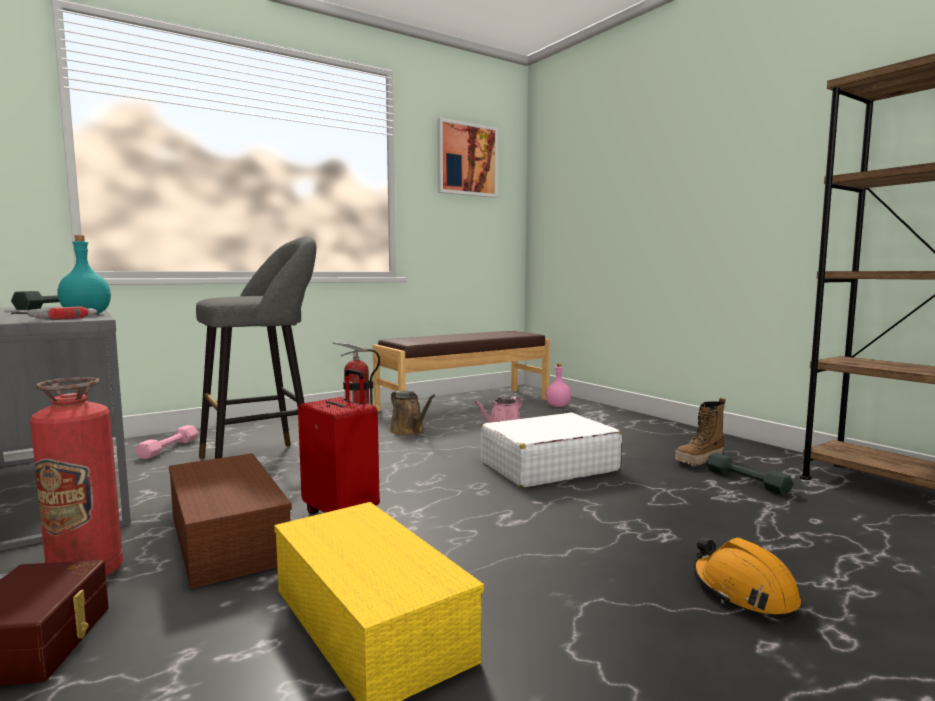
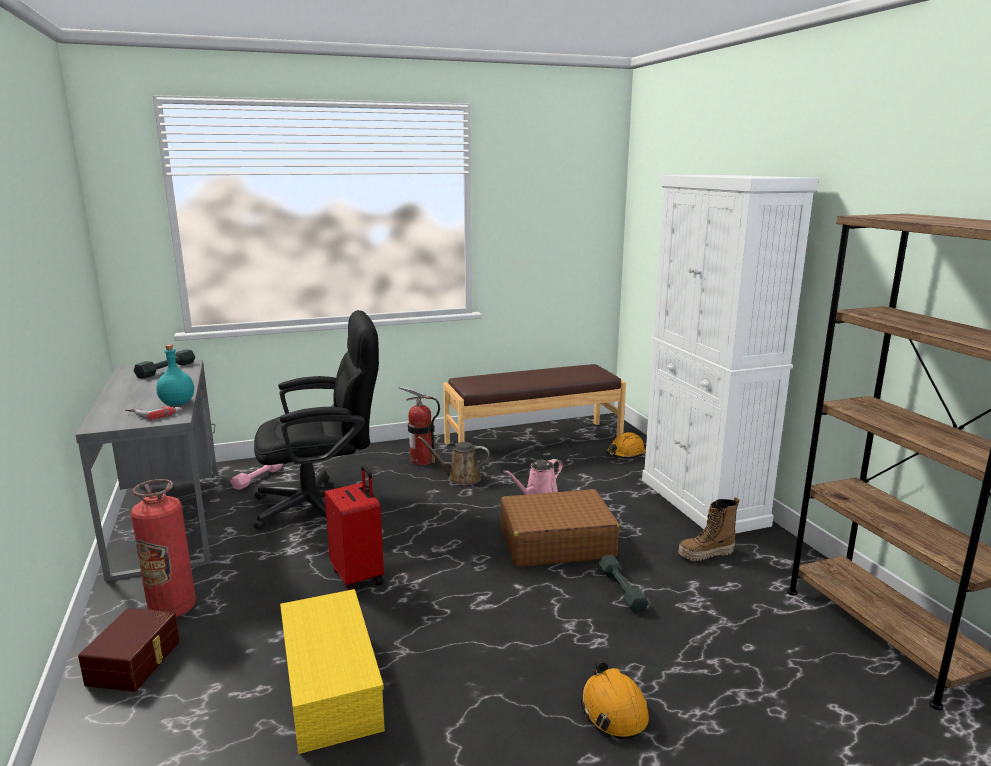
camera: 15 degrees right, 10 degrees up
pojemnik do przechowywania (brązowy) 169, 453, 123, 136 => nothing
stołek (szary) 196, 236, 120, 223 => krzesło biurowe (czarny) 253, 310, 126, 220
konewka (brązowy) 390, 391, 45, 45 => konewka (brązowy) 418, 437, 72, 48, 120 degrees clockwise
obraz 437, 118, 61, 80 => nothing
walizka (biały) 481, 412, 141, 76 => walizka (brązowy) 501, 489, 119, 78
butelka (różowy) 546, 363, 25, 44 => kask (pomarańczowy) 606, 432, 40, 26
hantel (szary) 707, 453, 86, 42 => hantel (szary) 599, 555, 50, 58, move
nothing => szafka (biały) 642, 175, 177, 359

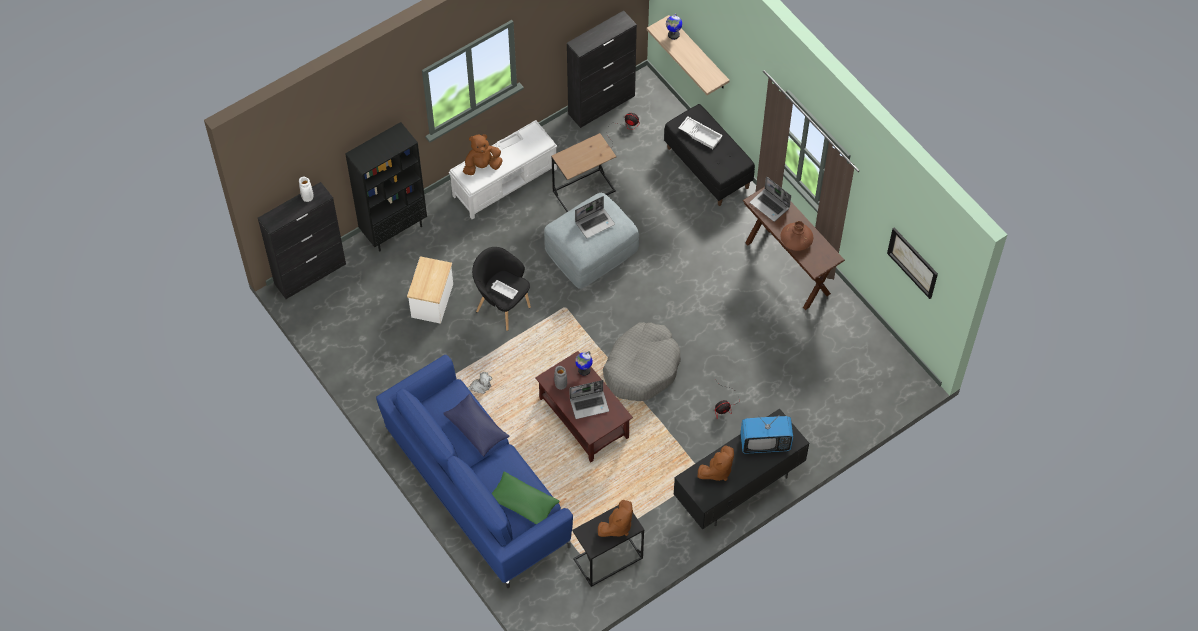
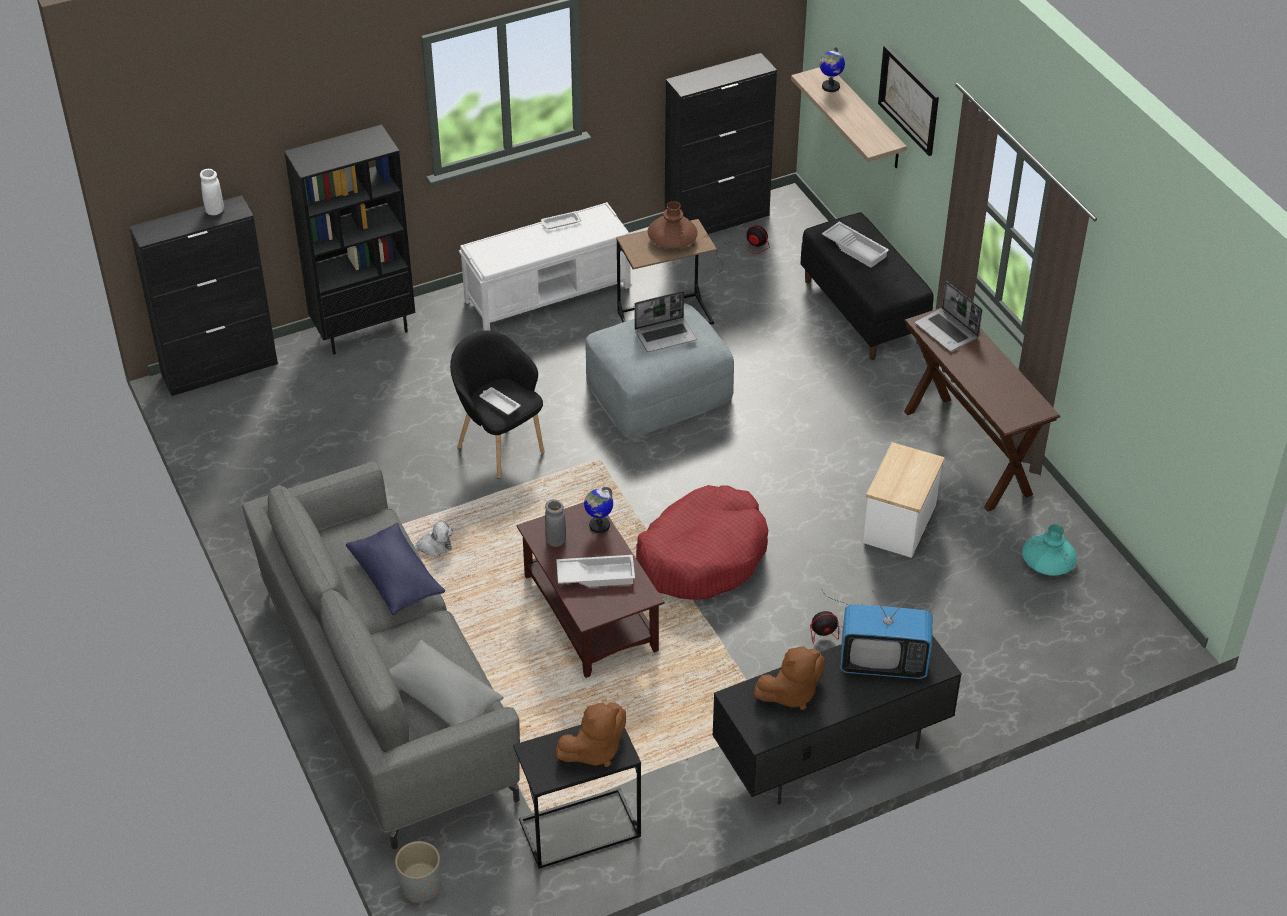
camera: 10 degrees right, 15 degrees down
kanapa (niebieski) 376, 355, 197, 233 => kanapa (szary) 242, 462, 278, 387
stolik 407, 256, 46, 68 => stolik 863, 442, 82, 116, move
pluszak (brązowy) 463, 134, 40, 41 => nothing
poduszka (zielony) 491, 471, 69, 53 => poduszka (szary) 389, 640, 115, 86
laptop 569, 380, 40, 39 => taca (biały) 556, 555, 79, 32
legowisko (szary) 603, 322, 78, 79 => legowisko (czerwony) 636, 485, 132, 115
wazon (brązowy) 781, 221, 32, 30 => wazon (brązowy) 648, 201, 50, 48, move
obraz 887, 227, 51, 72 => obraz 878, 45, 61, 111, move
nothing => donica (szary) 395, 841, 46, 62
nothing => wazon (turkusowy) 1022, 524, 55, 52

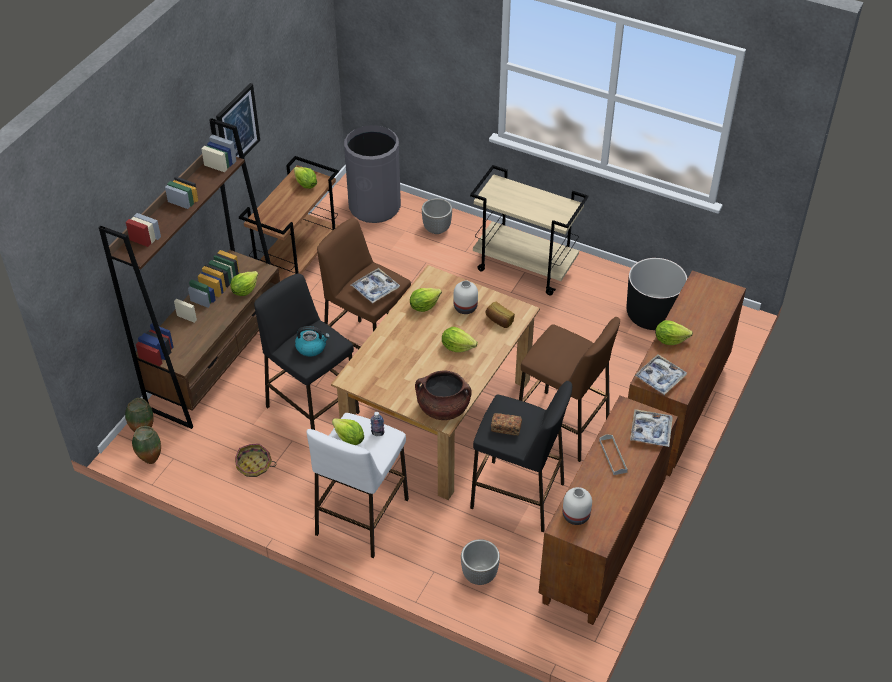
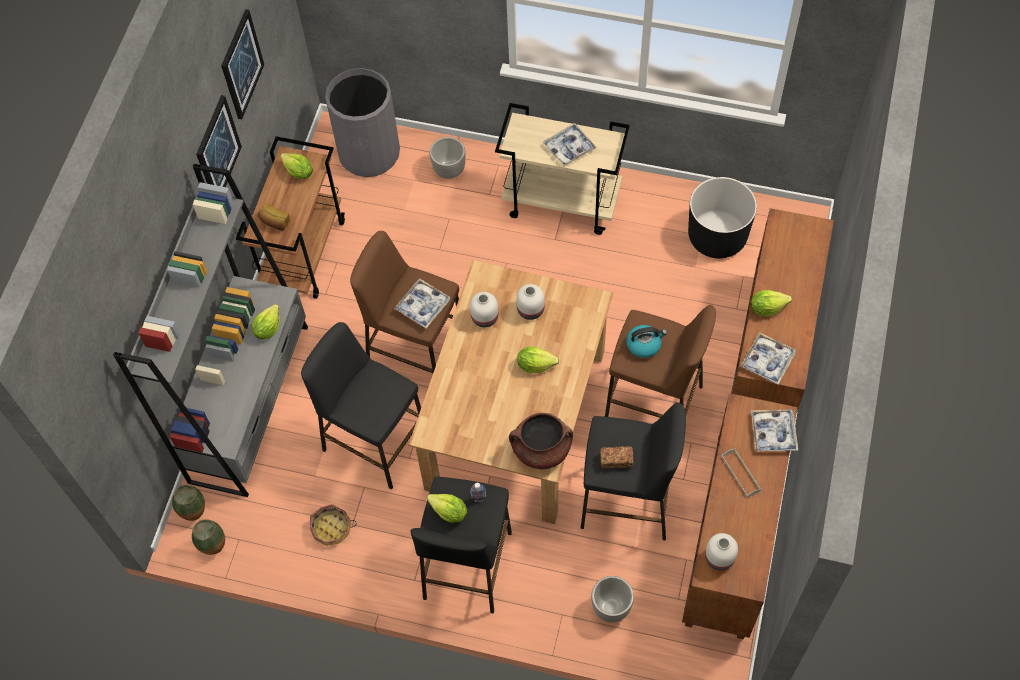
camera: 10 degrees left, 15 degrees up
regał (brązowy) 99, 118, 181, 311 => regał (szary) 113, 164, 195, 333
czajnik 295, 326, 35, 31 => czajnik 626, 325, 41, 33, move
stołek (biały) 307, 413, 102, 145 => stołek (czarny) 411, 477, 101, 137
sałata 410, 288, 32, 24 => wazon (biały) 470, 292, 28, 35
chleb 486, 302, 29, 26 => chleb 258, 203, 32, 28, move
nothing => obraz 221, 9, 43, 110
nothing => taca 543, 123, 53, 44

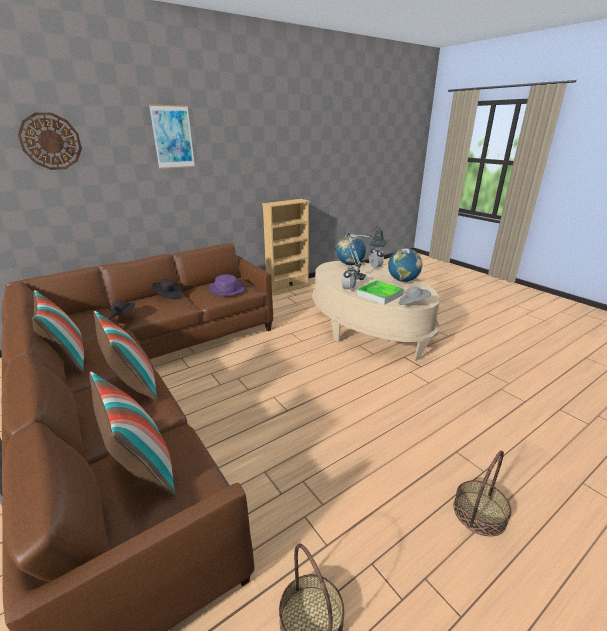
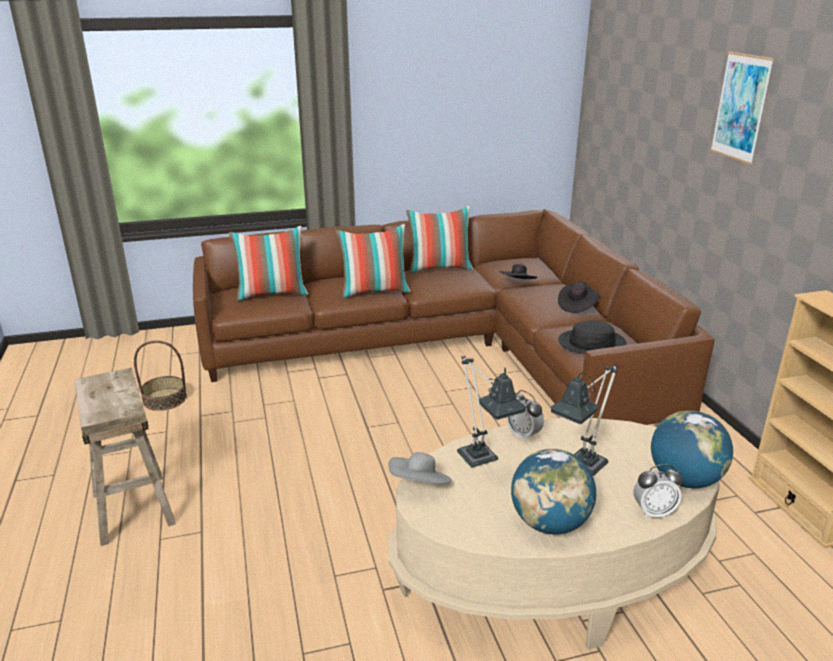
camera: 110 degrees right, 0 degrees up
zegar ścienny 18, 112, 64, 58 => nothing
kapelusz (fioletowy) 209, 274, 36, 22 => kapelusz (czarny) 558, 320, 69, 34
taca 356, 280, 48, 25 => lampa stołowa 457, 356, 69, 111
koszyk 453, 451, 58, 86 => stołek (beżowy) 74, 368, 102, 178

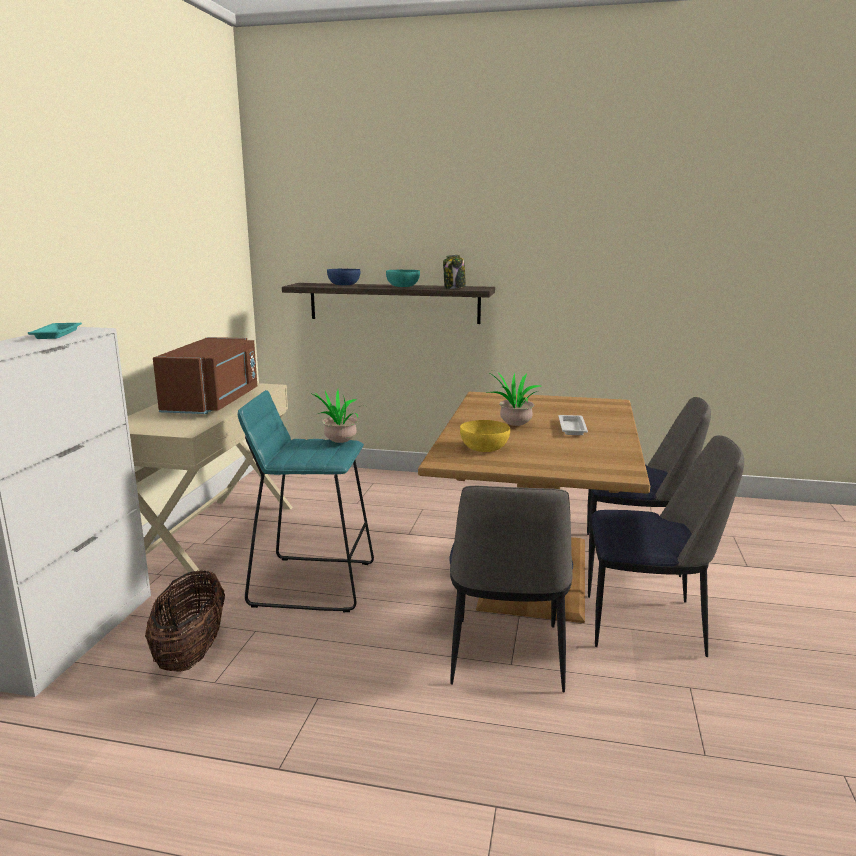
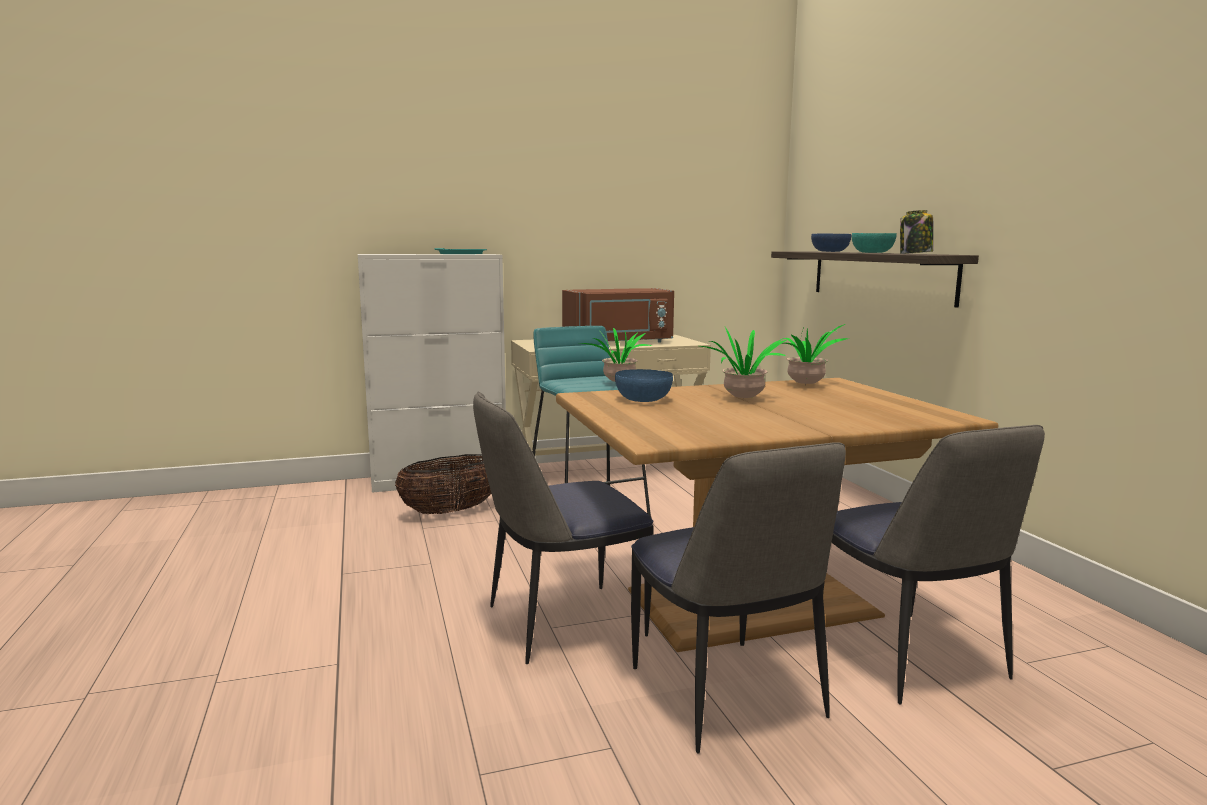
camera: 60 degrees right, 5 degrees down
miska (żółty) 460, 420, 50, 32 => miska (niebieski) 615, 369, 58, 33
taca (biały) 559, 415, 29, 20 => nothing
nothing => roślina doniczkowa 782, 324, 68, 61

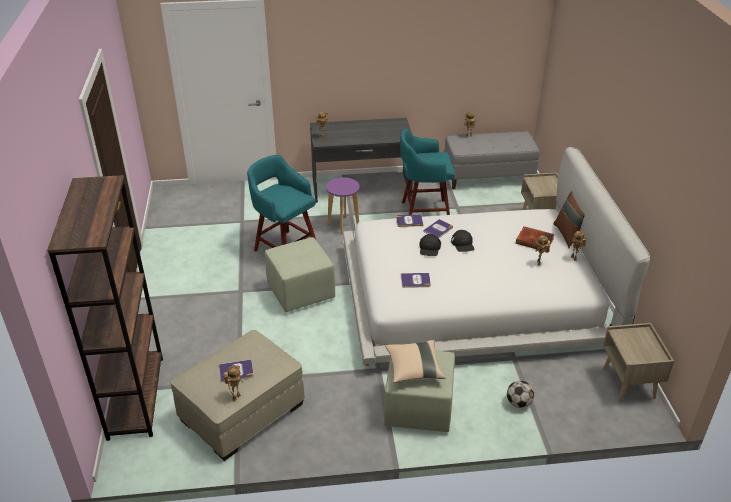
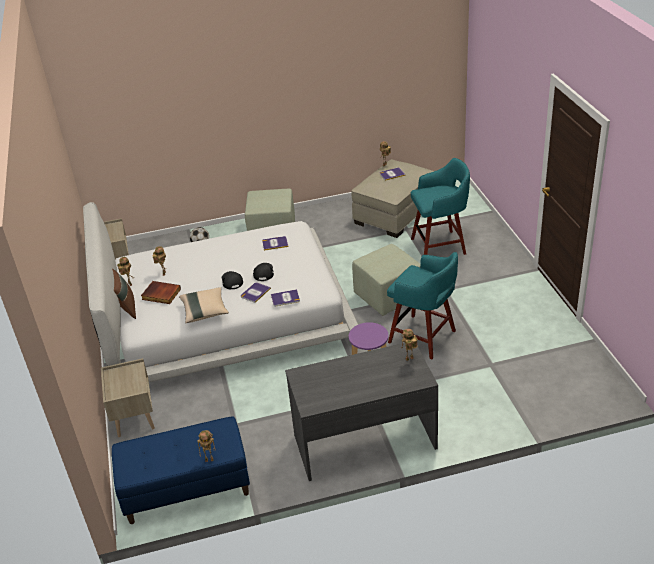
camera: 175 degrees right, 0 degrees up
regał (brązowy) 47, 175, 116, 266 => nothing
poduszka (beżowy) 385, 340, 61, 43 => poduszka (beżowy) 179, 287, 50, 36, move
stołek (turkusowy) 400, 128, 55, 87 => stołek (turkusowy) 411, 158, 59, 97, move
ławka (szary) 444, 131, 96, 58 => ławka (niebieski) 112, 416, 138, 108

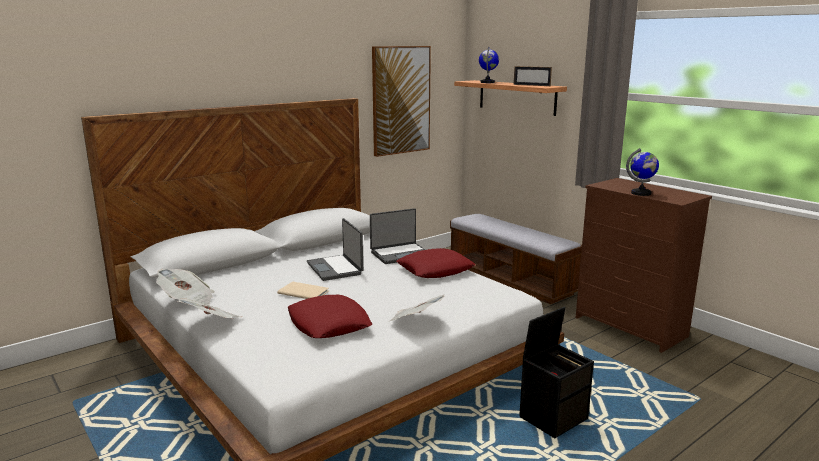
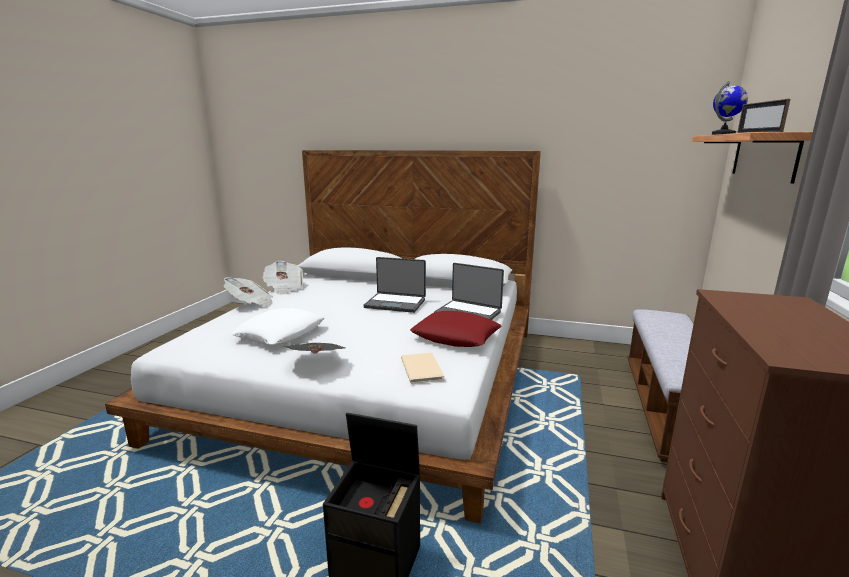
camera: 55 degrees right, 0 degrees up
książka (beżowy) 277, 282, 52, 17 => książka (beżowy) 401, 353, 43, 31, move
poduszka (czerwony) 288, 295, 84, 43 => poduszka (biały) 231, 308, 94, 37
laptop 307, 218, 56, 63 => laptop 363, 257, 63, 56, 105 degrees counterclockwise
obraz 372, 46, 59, 111 => nothing
globus 626, 148, 33, 48 => nothing

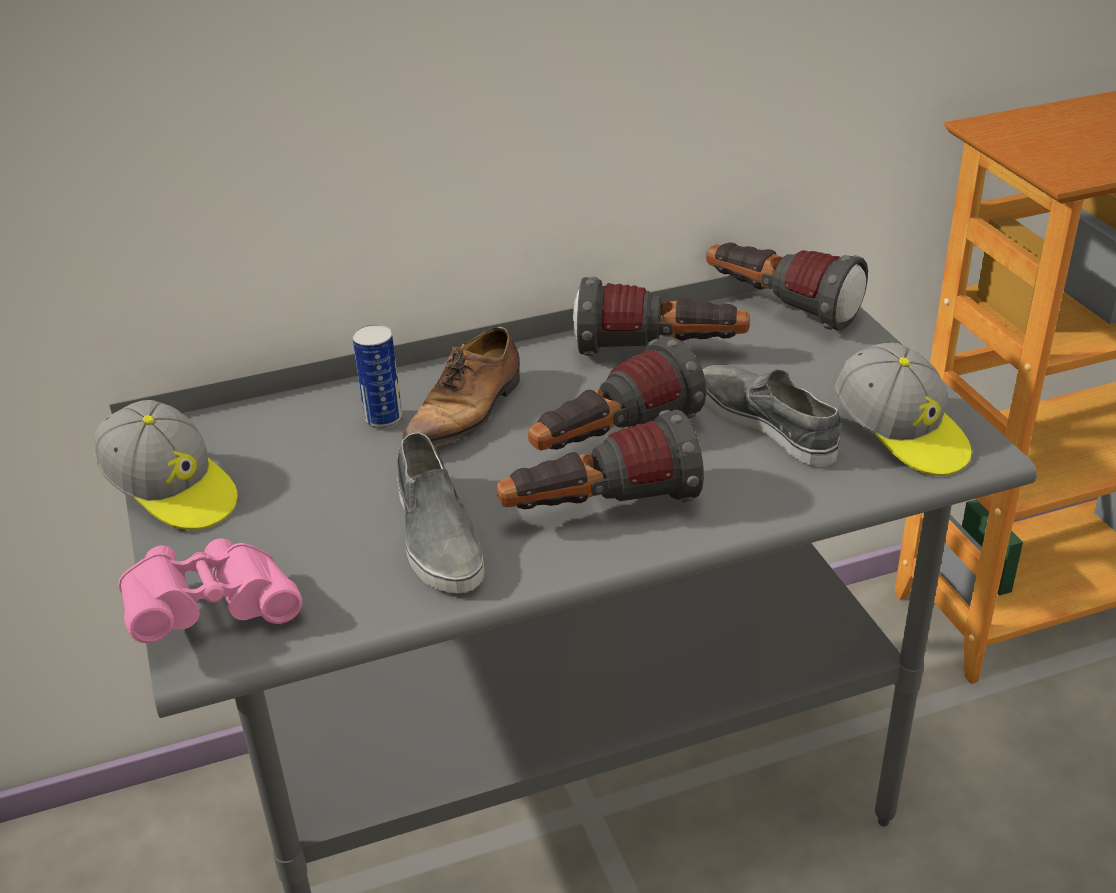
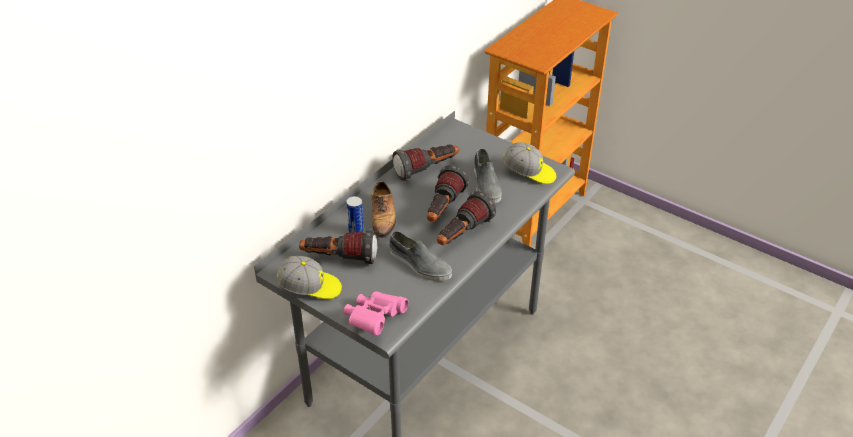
camera: 35 degrees left, 5 degrees up
but (szary) 702, 365, 140, 102 => but (szary) 474, 149, 28, 54, 120 degrees counterclockwise
latarka 706, 242, 162, 89 => latarka 299, 229, 78, 36, move

